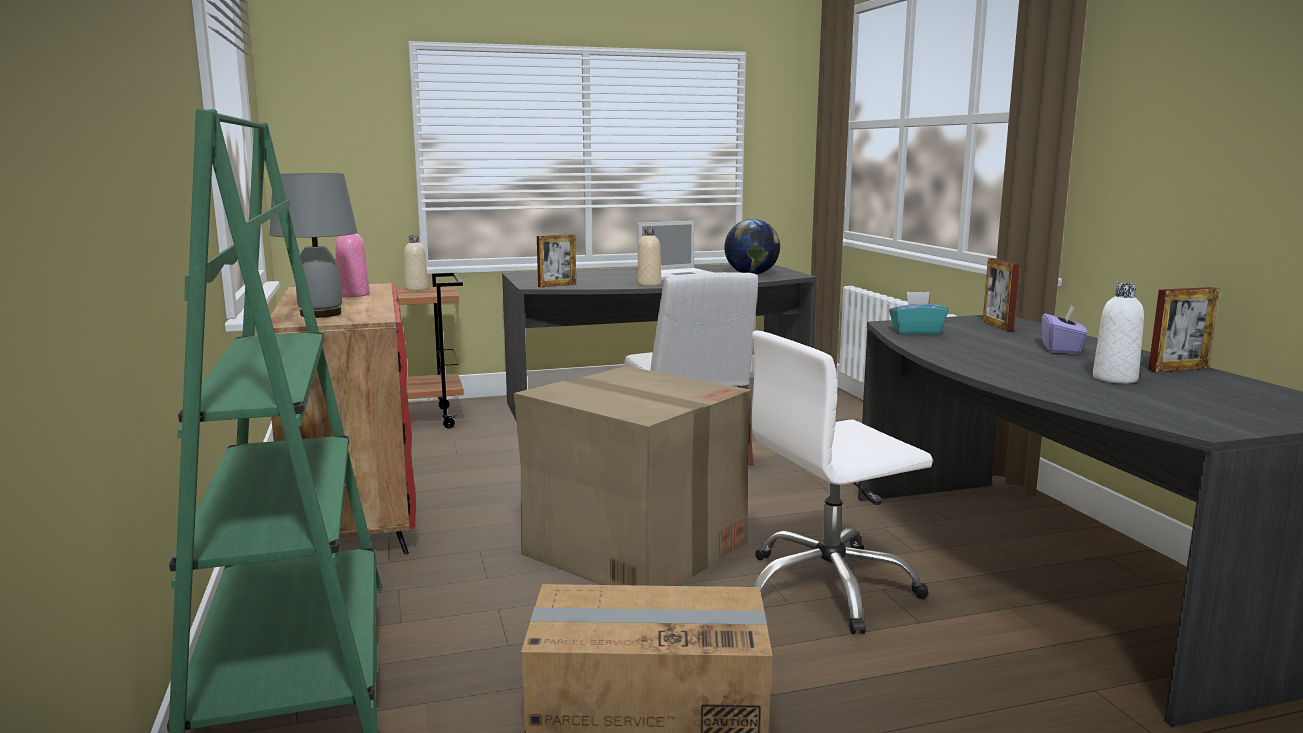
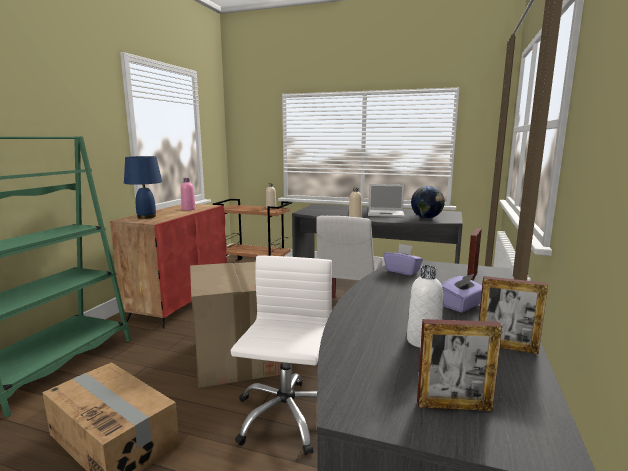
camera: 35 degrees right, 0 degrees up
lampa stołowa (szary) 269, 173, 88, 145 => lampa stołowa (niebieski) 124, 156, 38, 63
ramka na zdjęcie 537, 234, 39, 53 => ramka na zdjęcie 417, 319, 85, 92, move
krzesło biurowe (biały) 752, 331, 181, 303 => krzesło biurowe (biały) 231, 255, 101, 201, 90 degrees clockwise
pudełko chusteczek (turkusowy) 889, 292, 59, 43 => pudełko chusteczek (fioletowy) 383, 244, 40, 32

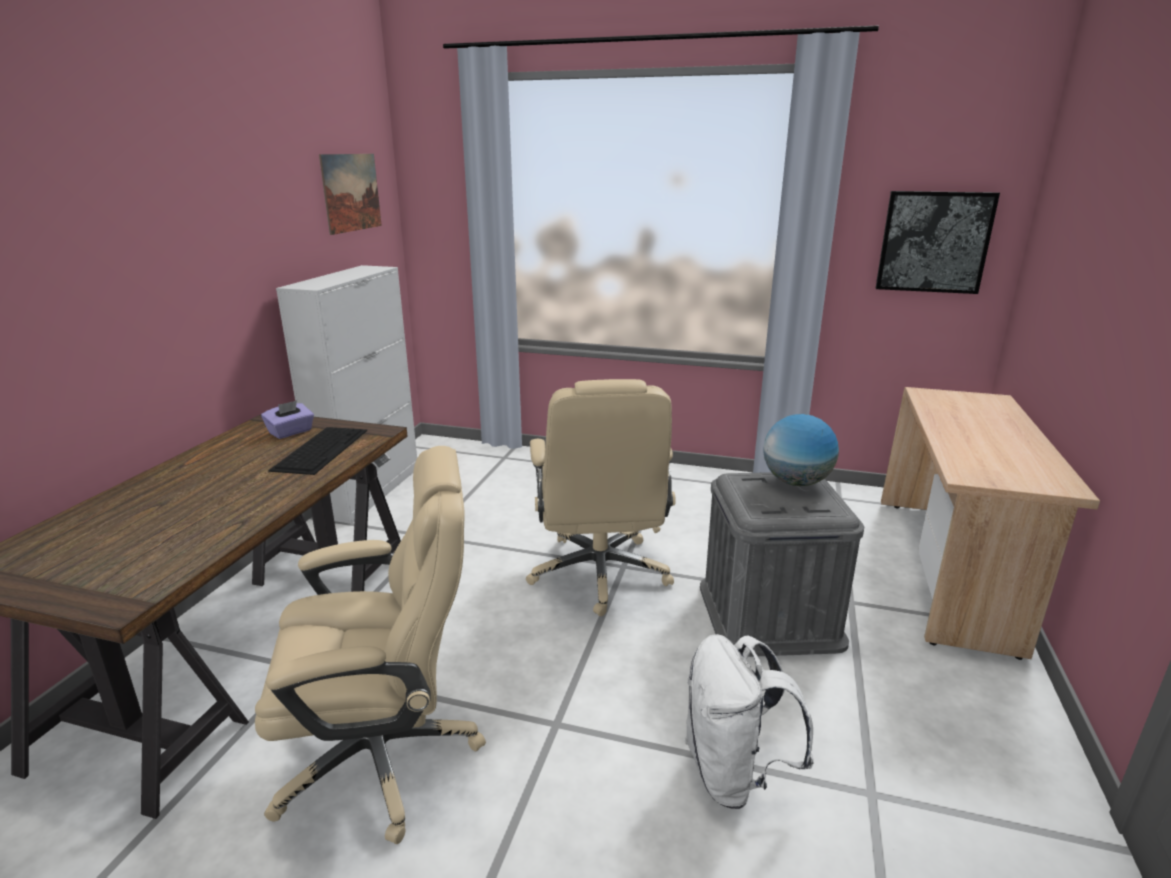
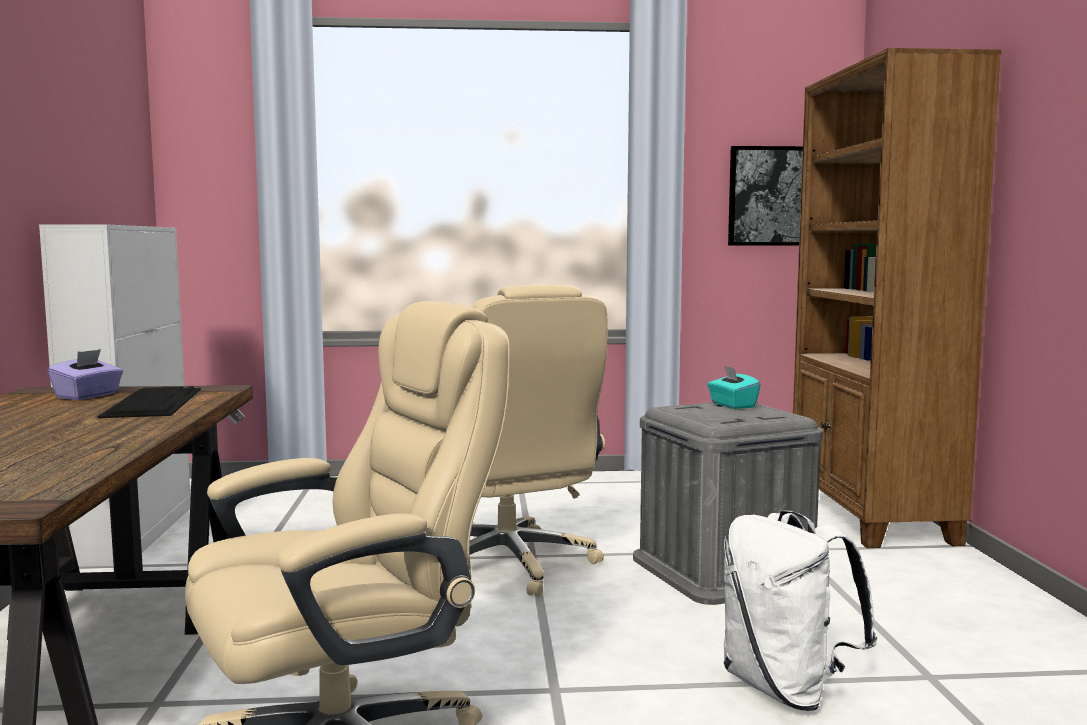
camera: 20 degrees left, 15 degrees down
obraz 319, 154, 63, 81 => nothing
globus 763, 414, 76, 72 => pudełko chusteczek (turkusowy) 707, 366, 54, 43
biurko (beżowy) 881, 387, 219, 273 => regał (brązowy) 793, 48, 208, 500

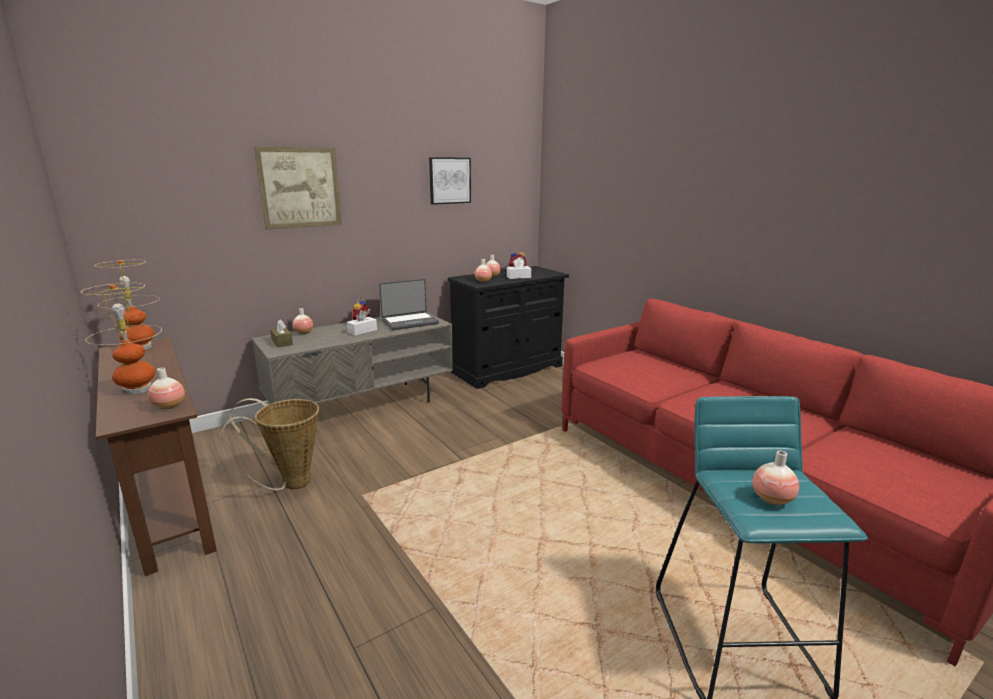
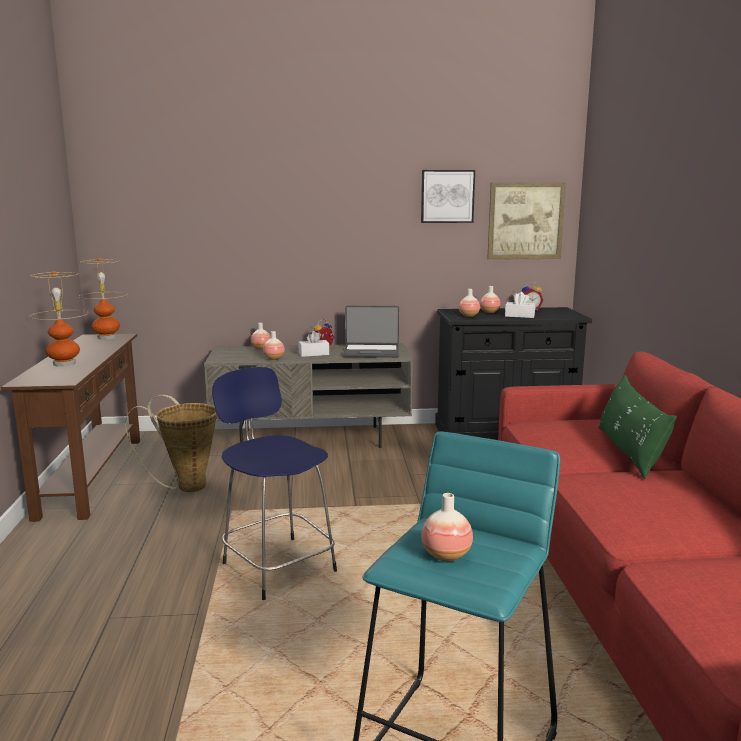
camera: 30 degrees right, 5 degrees down
wazon 148, 368, 37, 41 => wazon 263, 331, 22, 29, move
obraz 254, 146, 88, 84 => obraz 487, 182, 79, 78, move
pudełko chusteczek (brązowy) 270, 320, 23, 27 => nothing
nothing => stołek (niebieski) 212, 367, 125, 233
nothing => poduszka (zielony) 599, 375, 78, 104

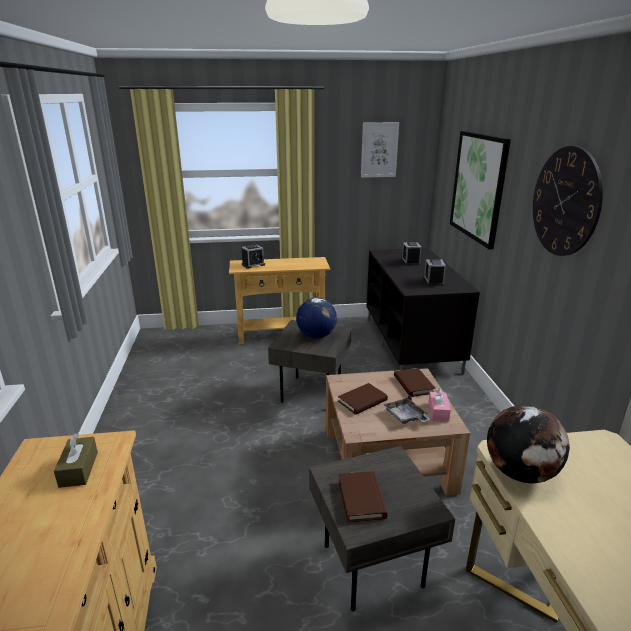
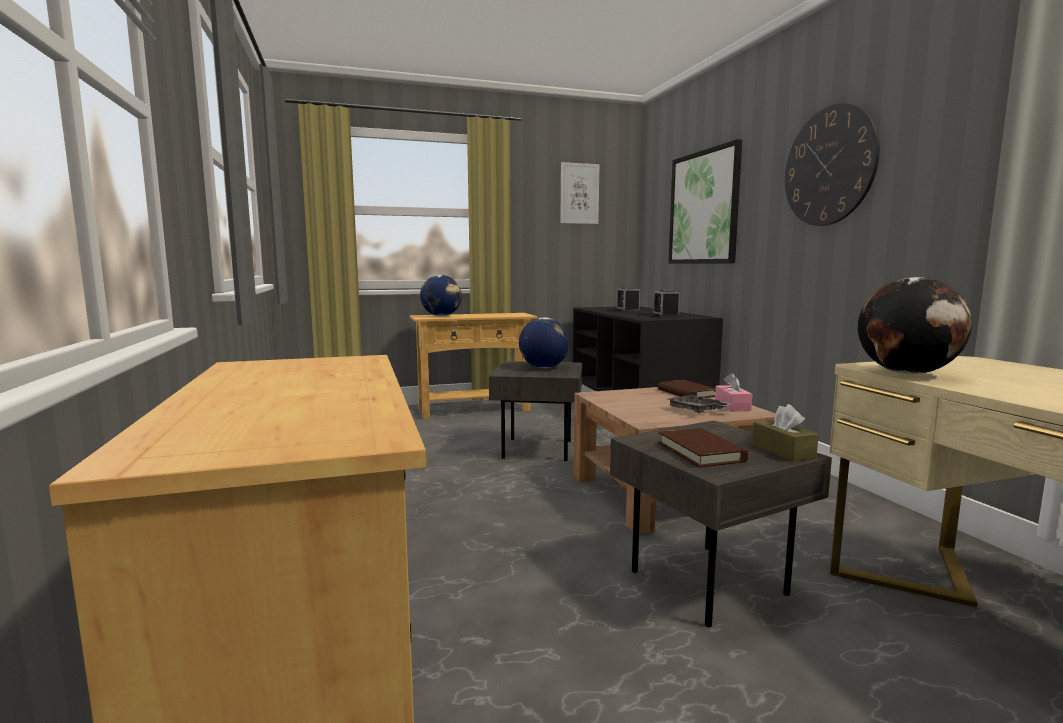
camera: 10 degrees left, 15 degrees down
pudełko chusteczek (brązowy) 54, 433, 44, 55 => pudełko chusteczek (brązowy) 752, 404, 67, 58, move
budzik 242, 244, 23, 25 => globus 420, 275, 42, 41
książka (brązowy) 338, 383, 50, 32 => nothing

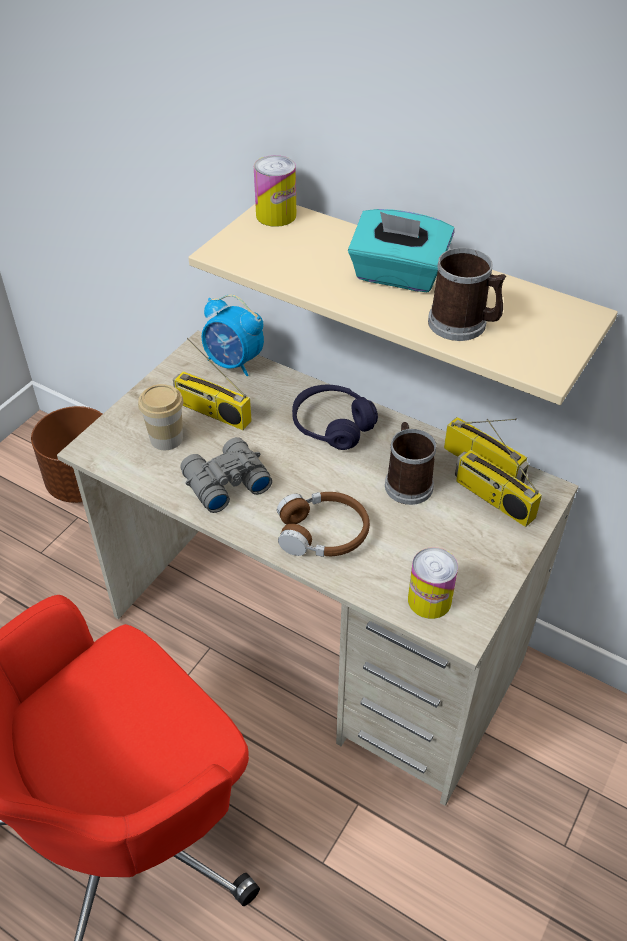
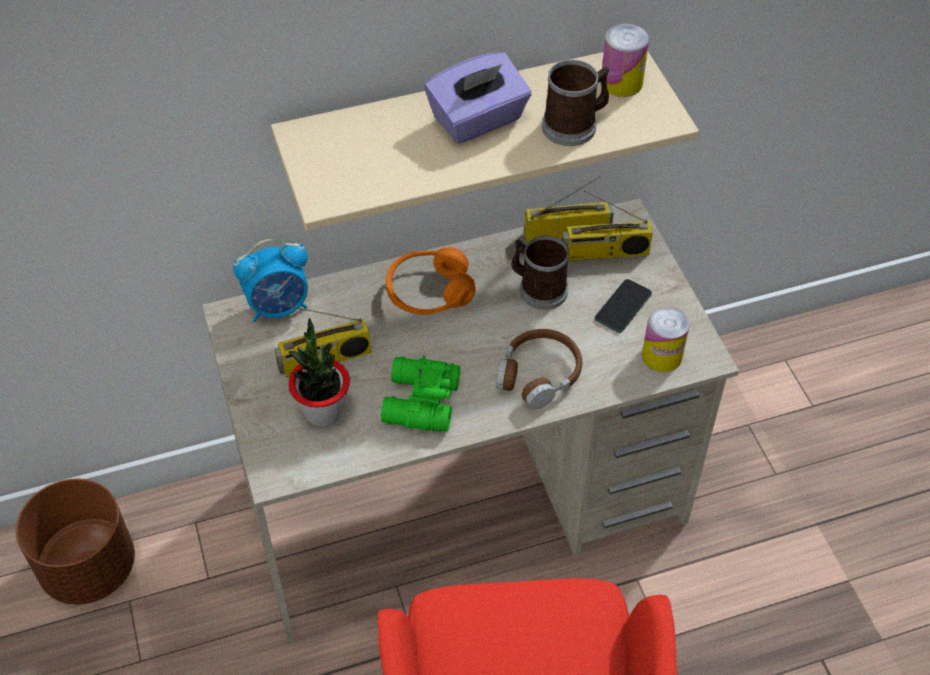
camera: 50 degrees left, 5 degrees up
filiżanka 138, 384, 45, 66 => roślina doniczkowa 288, 318, 62, 109
lornetka (szary) 180, 437, 92, 76 => lornetka (zielony) 381, 355, 79, 77
puszka 254, 155, 42, 72 => puszka 602, 24, 47, 73, move
słuchawki (fioletowy) 292, 385, 86, 65 => słuchawki (pomarańczowy) 386, 247, 90, 68
pudełko chusteczek (turkusowy) 348, 209, 106, 83 => pudełko chusteczek (fioletowy) 424, 52, 107, 92
nothing => telefon 594, 279, 58, 54

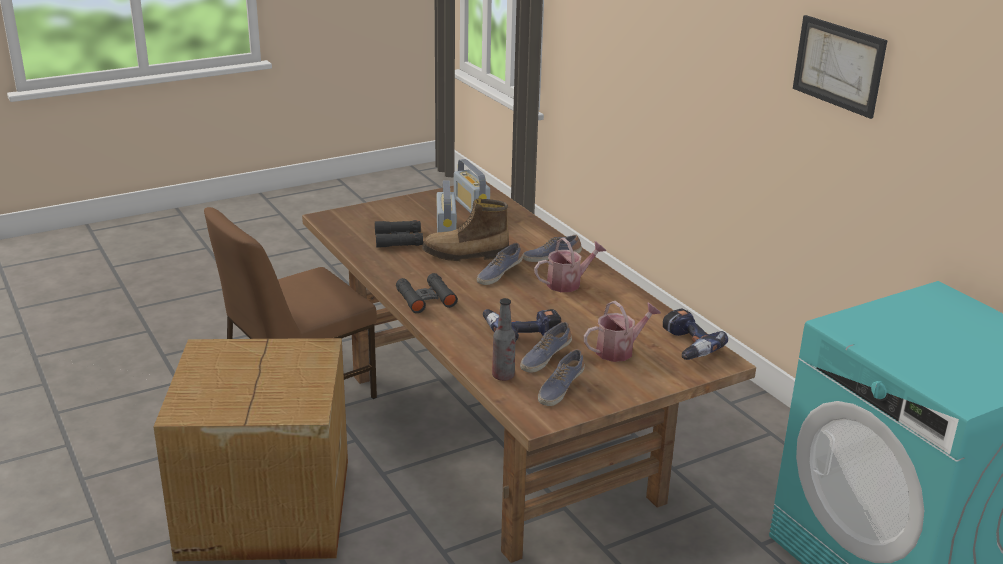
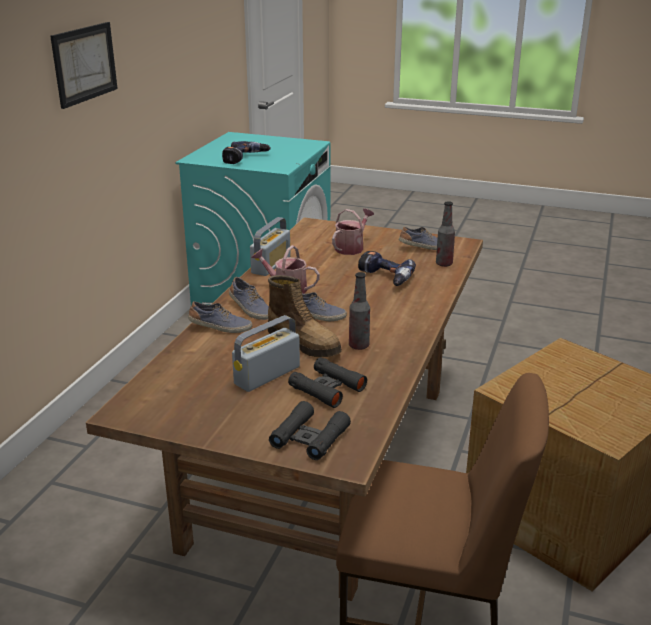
camera: 130 degrees left, 0 degrees up
lornetka (czarny) 396, 273, 62, 40 => lornetka (czarny) 269, 401, 82, 59, move
radio 454, 159, 36, 54 => radio 250, 217, 41, 59, move
but 520, 321, 52, 52 => but 188, 301, 64, 32, move
konewka 584, 301, 77, 61 => konewka 332, 209, 42, 46, 105 degrees clockwise
wiertarka 663, 309, 65, 51 => wiertarka 222, 141, 49, 23, move
nothing => butelka 349, 272, 21, 78

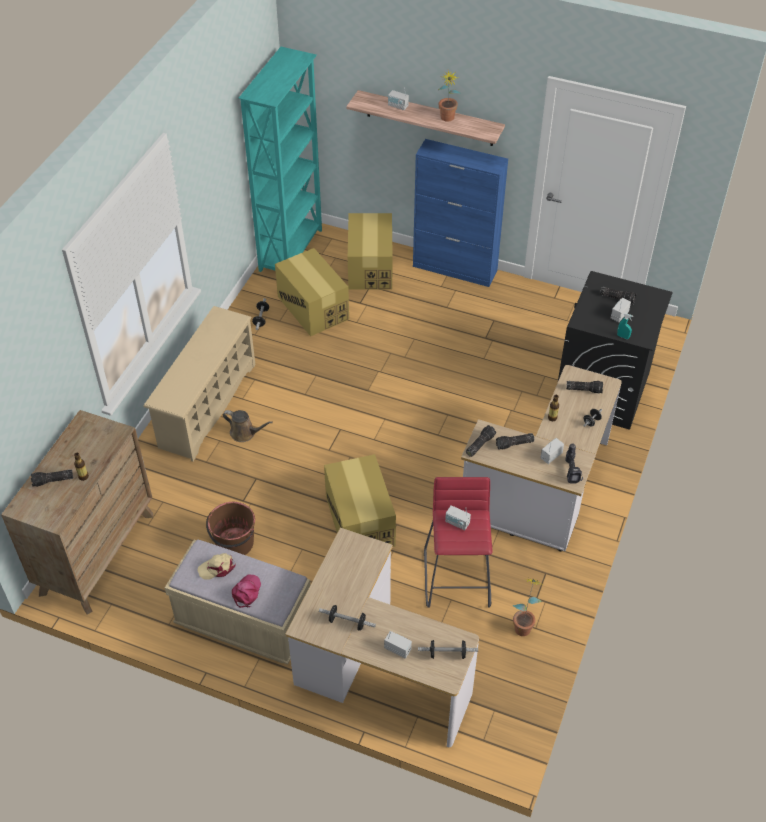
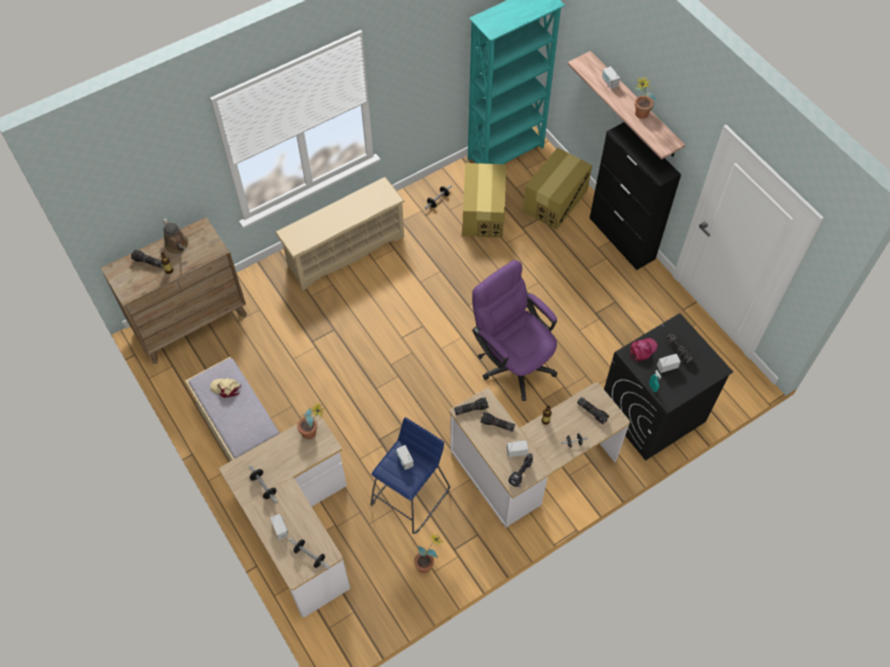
camera: 35 degrees right, 10 degrees up
wiadro (brązowy) 206, 502, 49, 53 => nothing
konewka (brązowy) 223, 410, 50, 32 => konewka (brązowy) 162, 218, 26, 36, move
czapka z daszkiem (różowy) 232, 574, 29, 34 => czapka z daszkiem (różowy) 630, 338, 28, 25, move
karton 324, 454, 72, 93 => nothing
szafka (niebieski) 413, 139, 95, 148 => szafka (czarny) 590, 122, 91, 148
stołek (czerwony) 424, 477, 68, 131 => stołek (niebieski) 371, 417, 79, 117
nothing => roślina doniczkowa 297, 402, 28, 37
nothing => krzesło biurowe (fioletowy) 472, 260, 85, 141

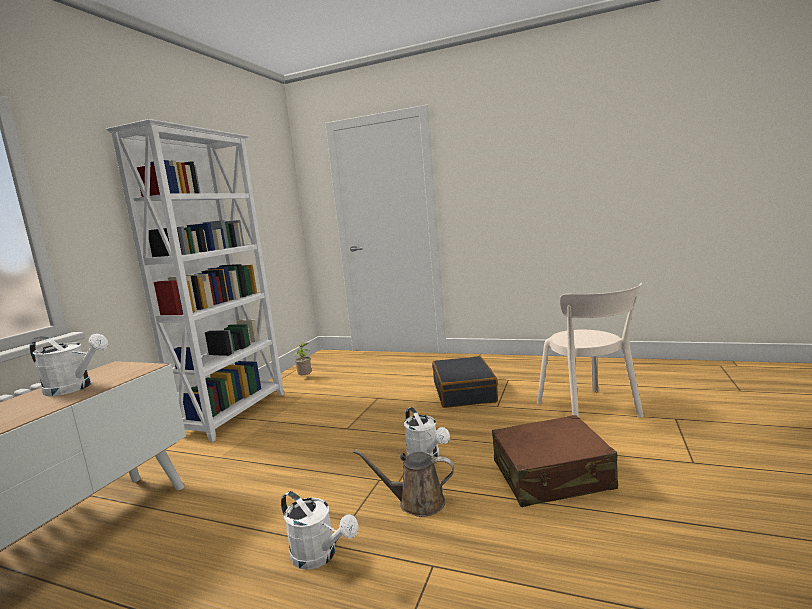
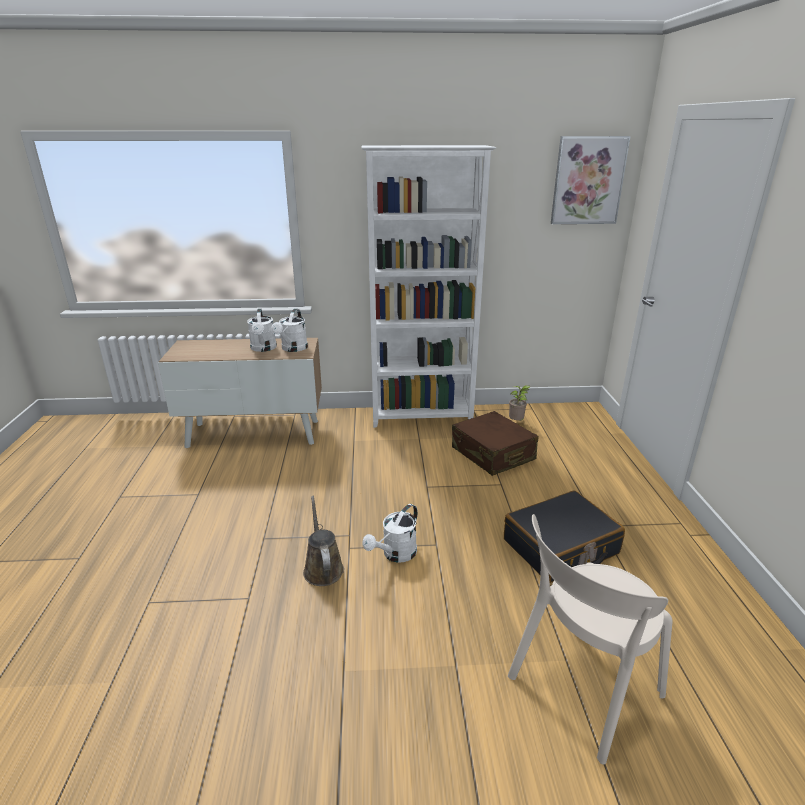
camera: 65 degrees right, 15 degrees up
konewka (biały) 281, 491, 78, 79 => konewka (biały) 271, 309, 37, 43, move
walizka (brązowy) 492, 415, 126, 92 => walizka (brązowy) 452, 411, 86, 65, move
nothing => obraz 551, 136, 80, 88

